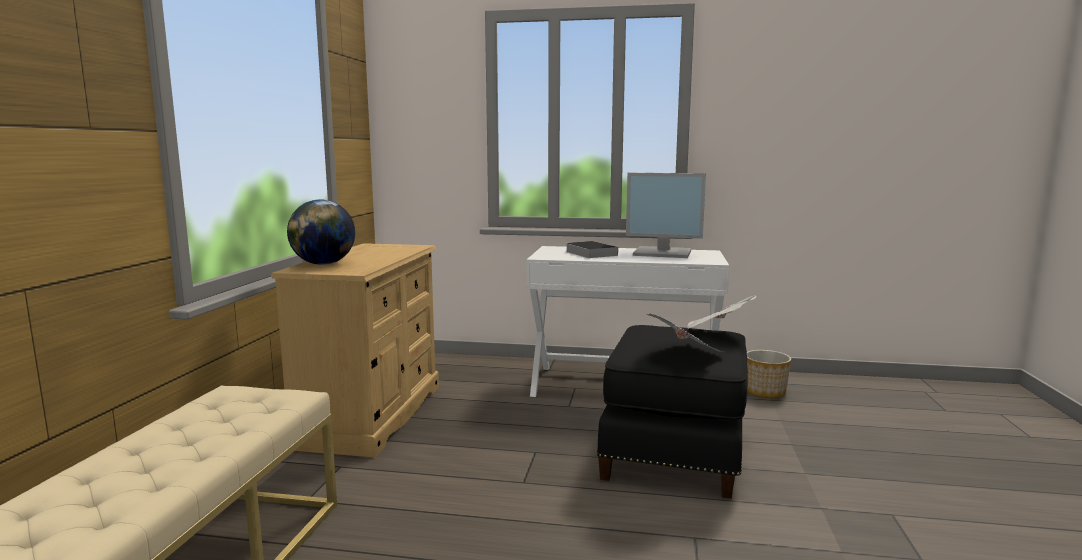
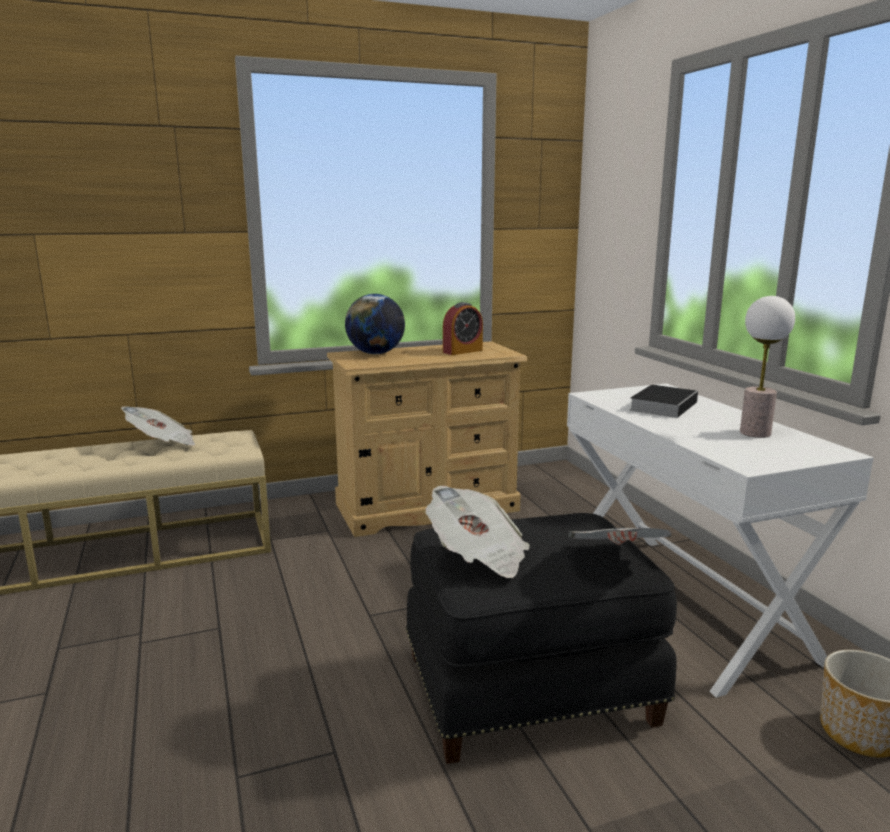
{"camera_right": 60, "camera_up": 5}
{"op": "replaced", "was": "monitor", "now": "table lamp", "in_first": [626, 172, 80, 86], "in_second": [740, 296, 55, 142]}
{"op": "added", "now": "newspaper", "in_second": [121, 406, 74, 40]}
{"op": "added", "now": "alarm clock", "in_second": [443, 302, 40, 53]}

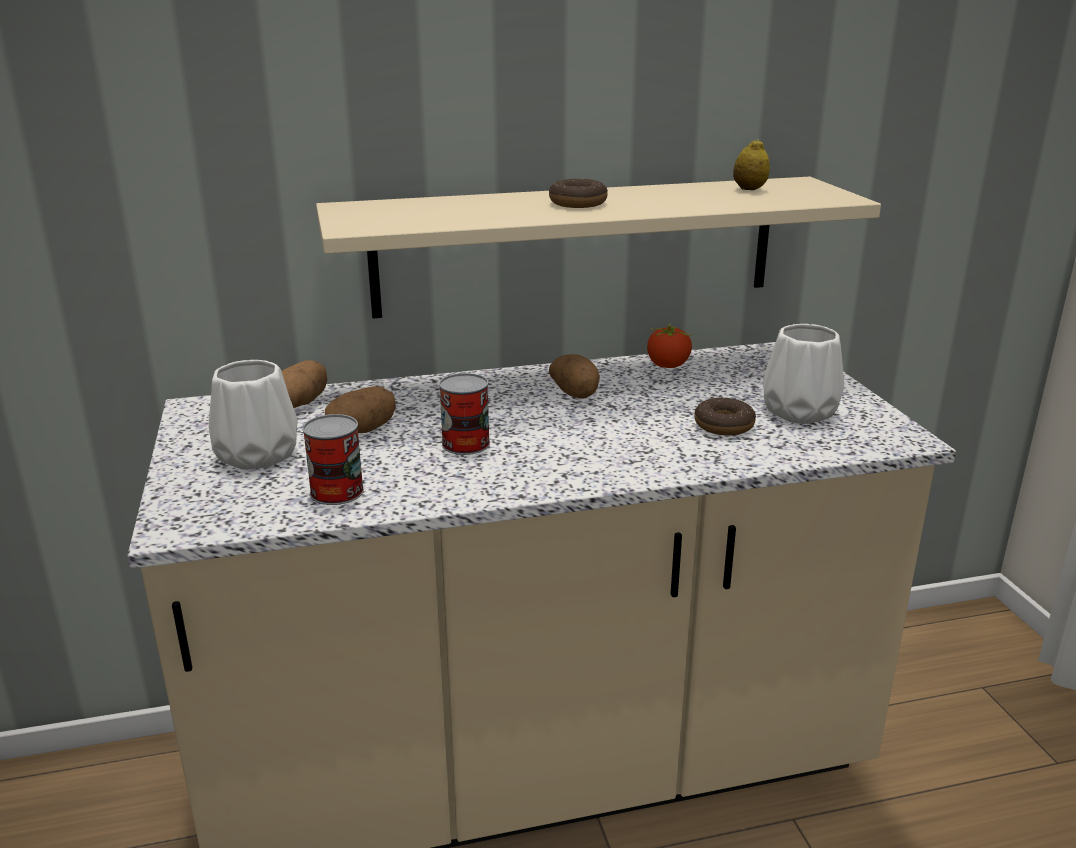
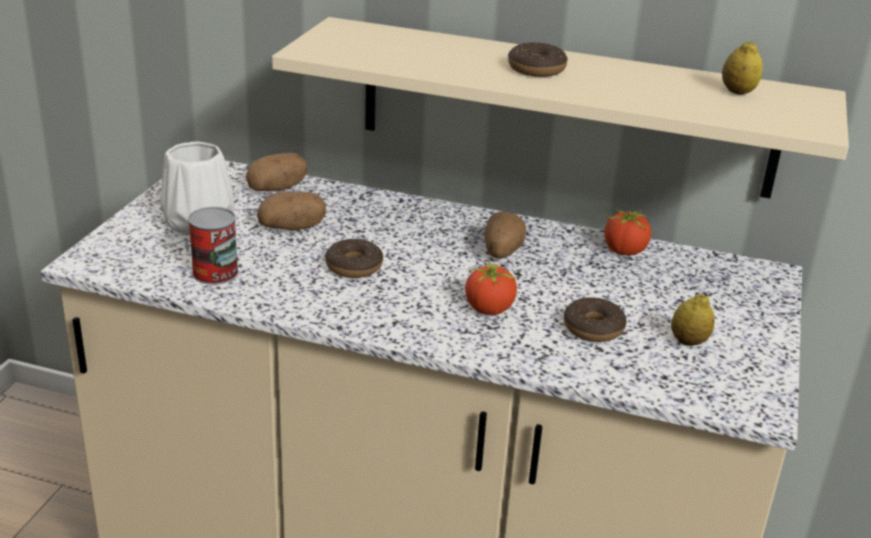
{"camera_right": 30, "camera_up": 5}
{"op": "replaced", "was": "can", "now": "donut", "in_first": [439, 373, 51, 82], "in_second": [325, 238, 58, 40]}
{"op": "replaced", "was": "vase (white)", "now": "lemon", "in_first": [763, 324, 81, 100], "in_second": [671, 293, 43, 53]}
{"op": "added", "now": "tomato", "in_second": [465, 259, 54, 56]}

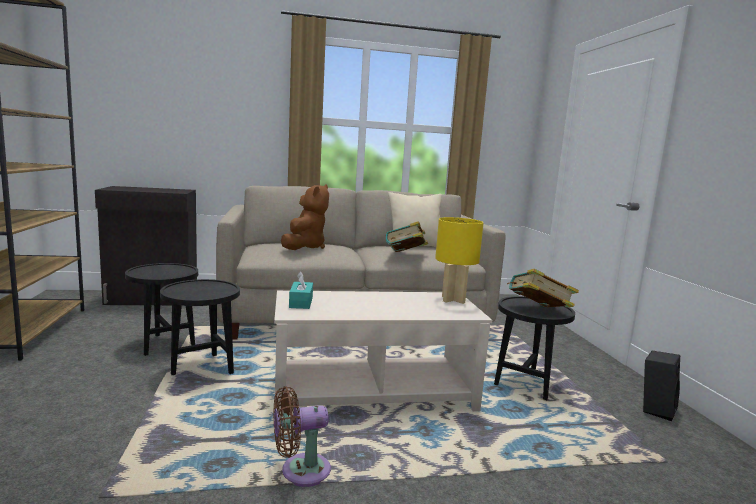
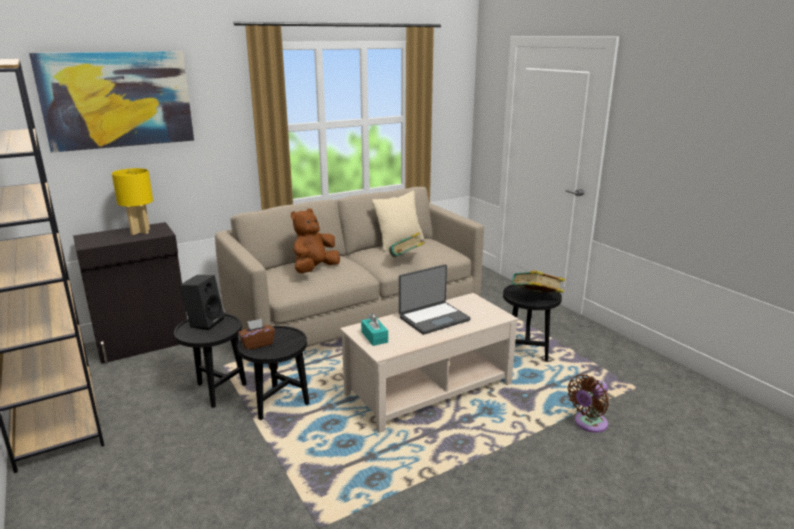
{"camera_right": -20, "camera_up": 10}
{"op": "moved", "was": "fan (brown)", "in_first": [273, 386, 58, 101], "in_second": [568, 375, 41, 58]}
{"op": "turned", "was": "plush toy (brown)", "in_first": [281, 184, 48, 66], "in_second": [291, 208, 49, 65], "clockwise": -135}
{"op": "moved", "was": "table lamp (yellow)", "in_first": [435, 217, 49, 87], "in_second": [112, 168, 41, 67]}
{"op": "moved", "was": "speaker (black)", "in_first": [643, 351, 37, 70], "in_second": [180, 275, 44, 55]}
{"op": "added", "now": "picture", "in_second": [29, 51, 165, 101]}
{"op": "added", "now": "tissue box (brown)", "in_second": [238, 319, 37, 31]}
{"op": "added", "now": "laptop", "in_second": [399, 264, 72, 71]}

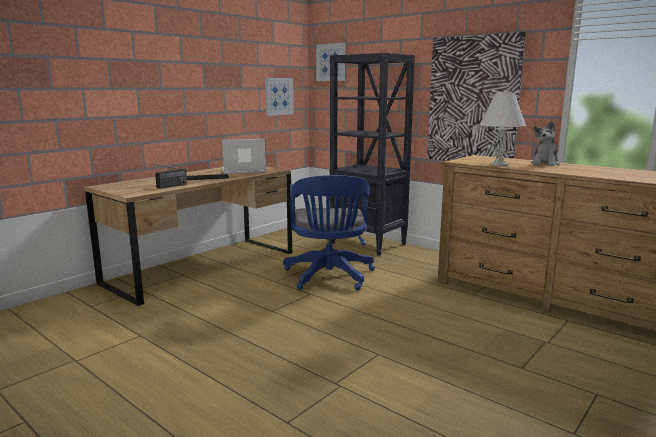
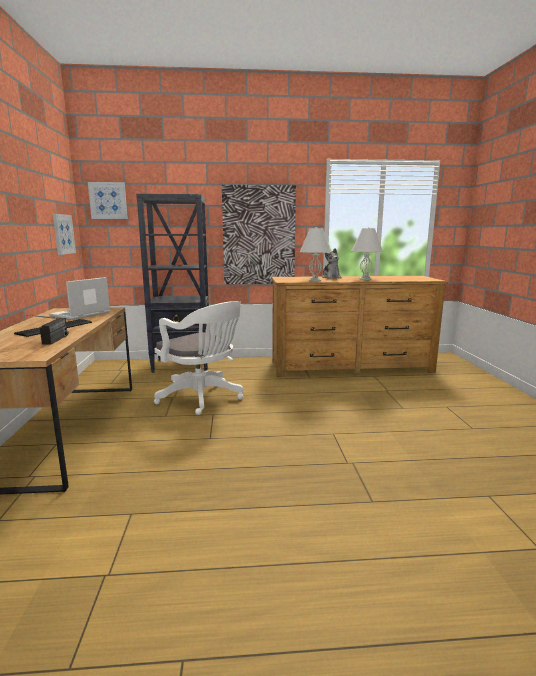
{"camera_right": -45, "camera_up": 0}
{"op": "recoloured", "was": "office chair (blue)", "now": "office chair (white)", "in_first": [283, 175, 92, 115], "in_second": [154, 301, 89, 114]}
{"op": "added", "now": "table lamp (white)", "in_second": [352, 227, 31, 53]}

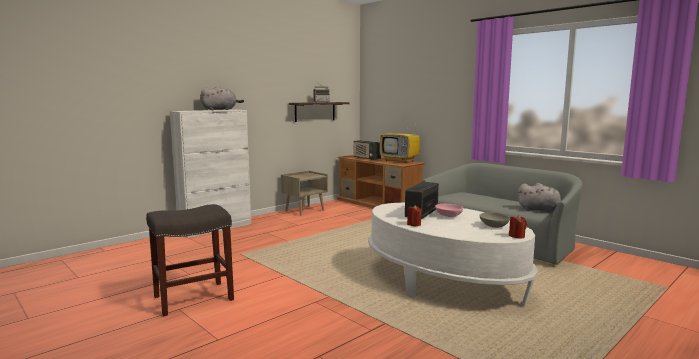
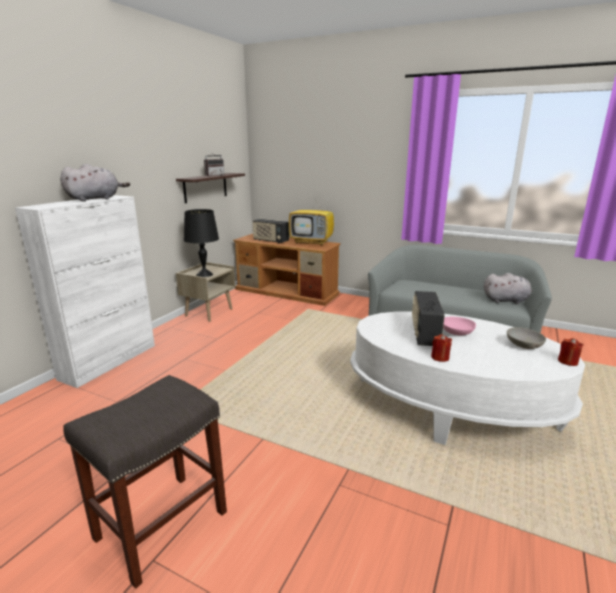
{"camera_right": -20, "camera_up": 10}
{"op": "added", "now": "table lamp (black)", "in_second": [184, 209, 35, 68]}

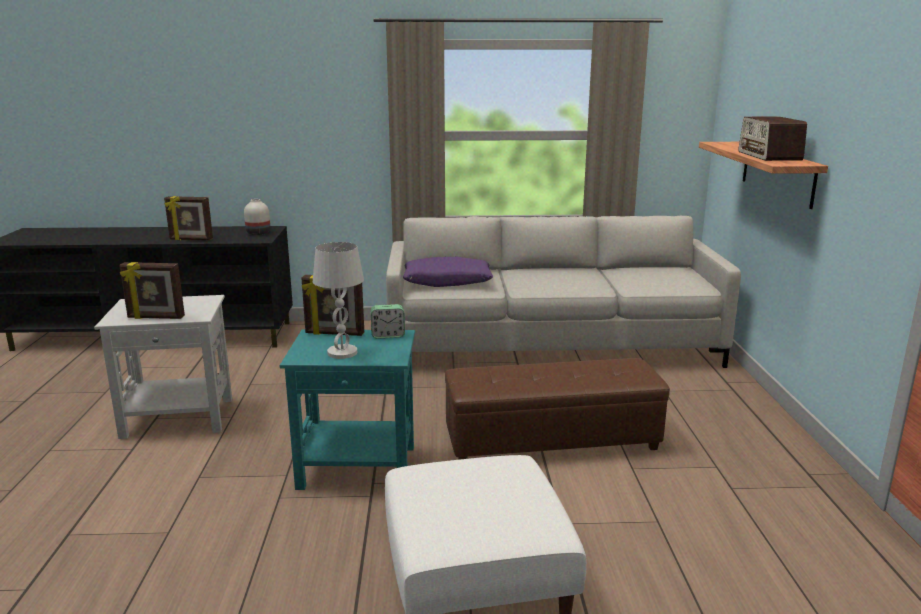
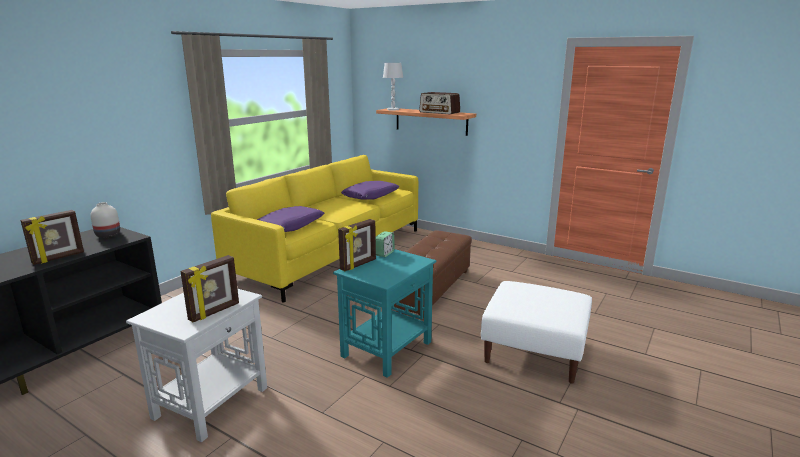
{"camera_right": -55, "camera_up": 0}
{"op": "moved", "was": "table lamp (white)", "in_first": [313, 242, 51, 117], "in_second": [383, 63, 20, 47]}
{"op": "recoloured", "was": "sofa (grey)", "now": "sofa (yellow)", "in_first": [386, 216, 355, 152], "in_second": [211, 155, 207, 148]}
{"op": "added", "now": "pillow (purple)", "in_second": [341, 181, 58, 19]}

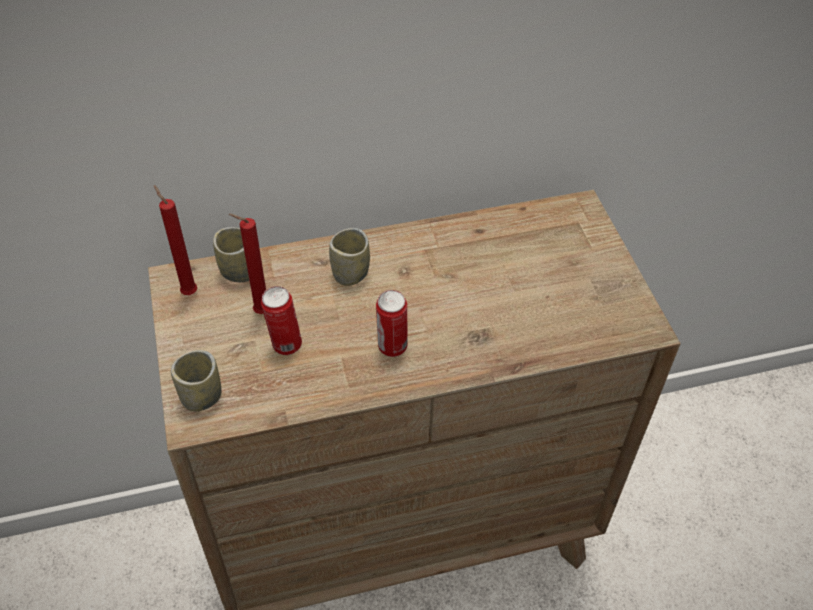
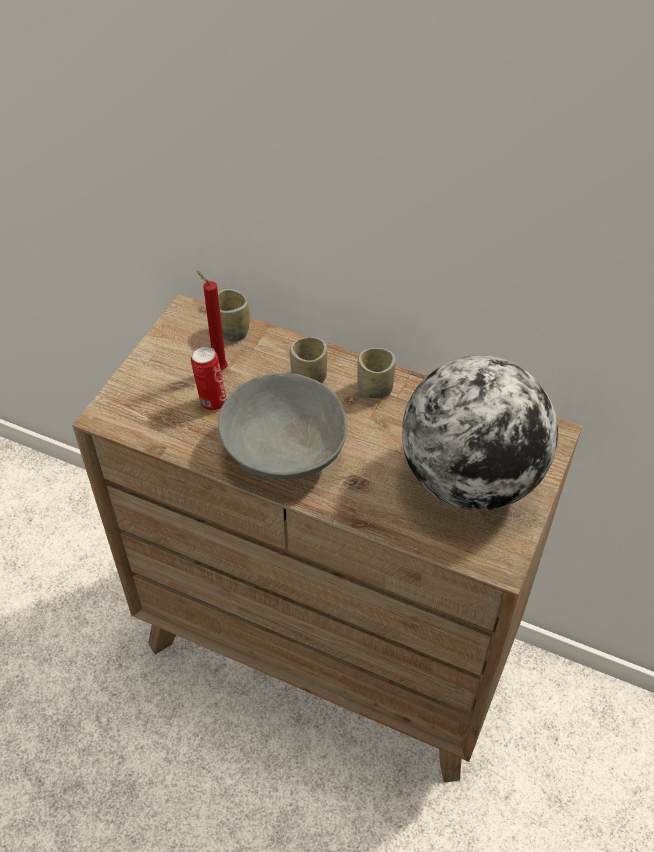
{"camera_right": 40, "camera_up": 0}
{"op": "removed", "was": "candle (red)", "in_first": [154, 185, 43, 110]}
{"op": "moved", "was": "cup", "in_first": [171, 350, 50, 61], "in_second": [358, 348, 38, 51]}
{"op": "replaced", "was": "can", "now": "bowl (grey)", "in_first": [376, 290, 32, 67], "in_second": [218, 373, 129, 106]}
{"op": "added", "now": "globe", "in_second": [402, 355, 156, 156]}

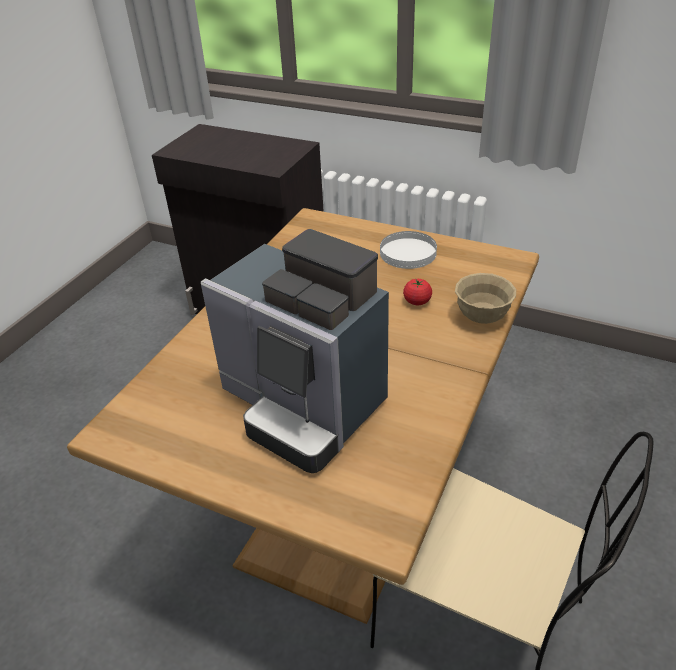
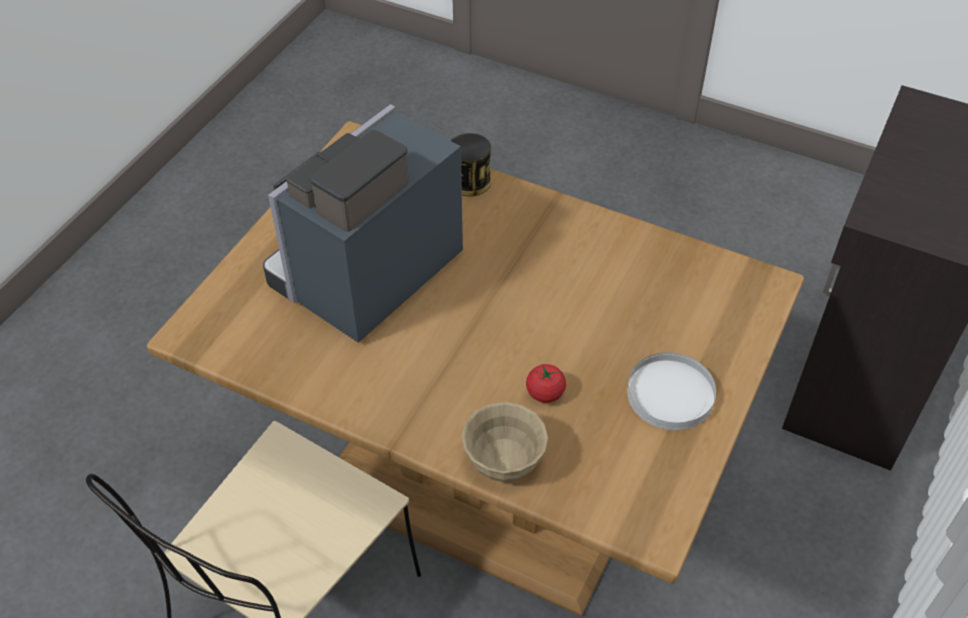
{"camera_right": 90, "camera_up": 10}
{"op": "added", "now": "can", "in_second": [451, 133, 40, 63]}

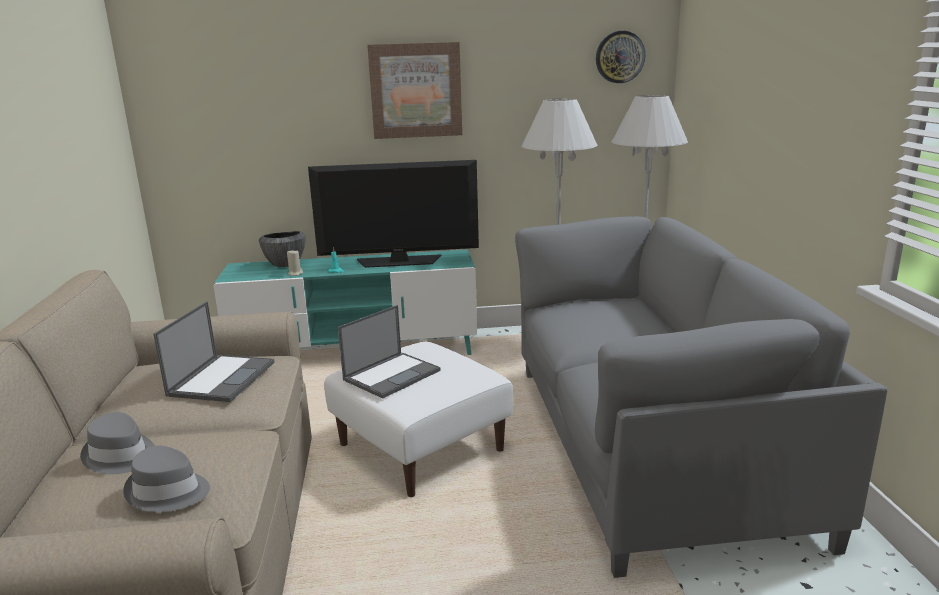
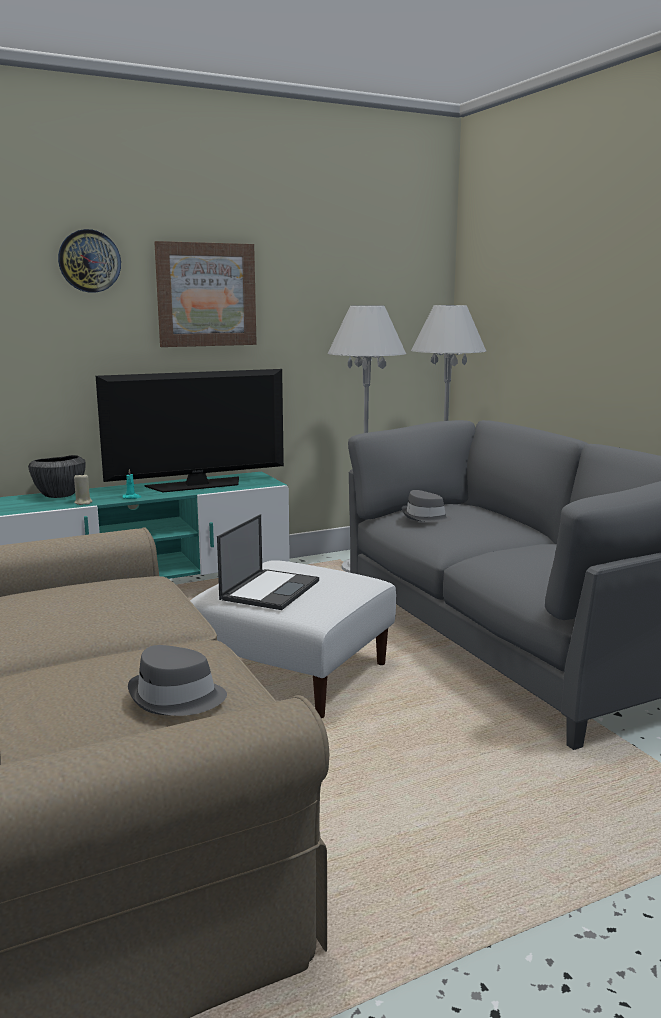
{"camera_right": -20, "camera_up": -5}
{"op": "moved", "was": "hat (grey)", "in_first": [80, 412, 75, 62], "in_second": [402, 490, 50, 33]}
{"op": "removed", "was": "laptop", "in_first": [154, 301, 120, 101]}
{"op": "moved", "was": "wall clock", "in_first": [596, 31, 49, 52], "in_second": [58, 229, 63, 64]}

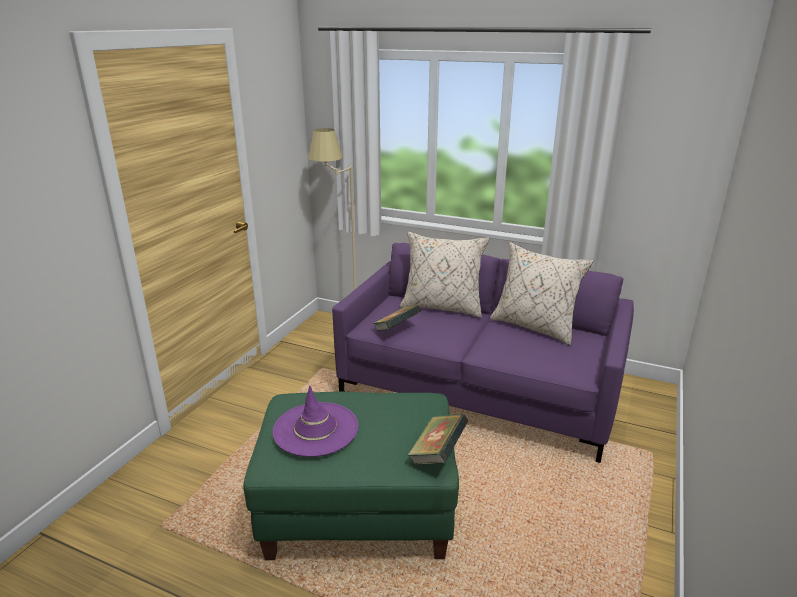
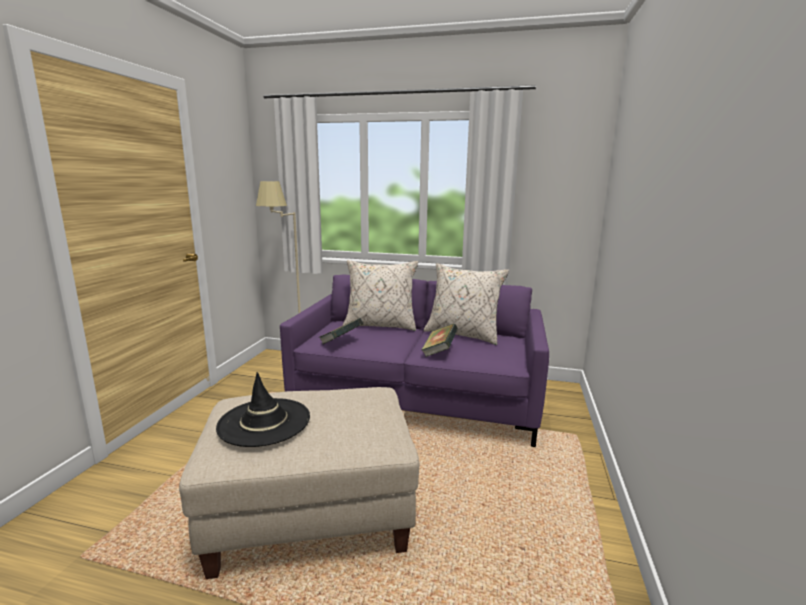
{"camera_right": -10, "camera_up": -10}
{"op": "recoloured", "was": "ottoman (green)", "now": "ottoman (beige)", "in_first": [243, 391, 216, 169], "in_second": [179, 387, 240, 192]}
{"op": "recoloured", "was": "hat (purple)", "now": "hat (black)", "in_first": [273, 386, 85, 71], "in_second": [216, 372, 94, 75]}
{"op": "moved", "was": "book", "in_first": [407, 414, 62, 51], "in_second": [421, 324, 37, 33]}

